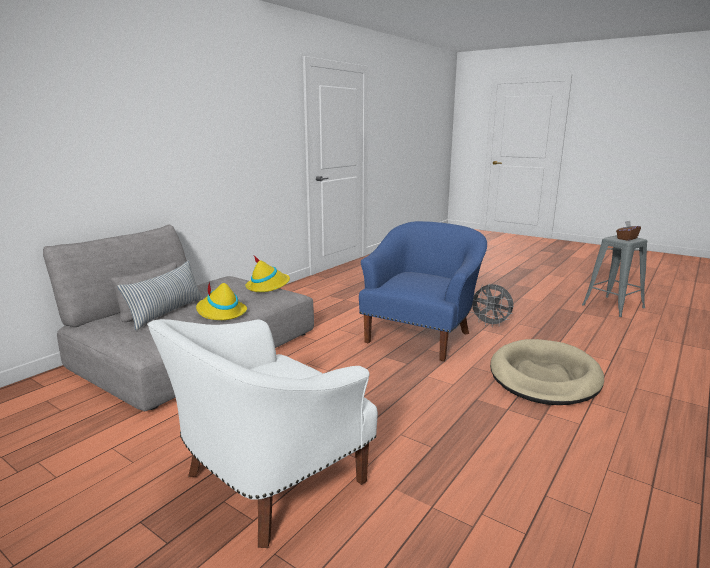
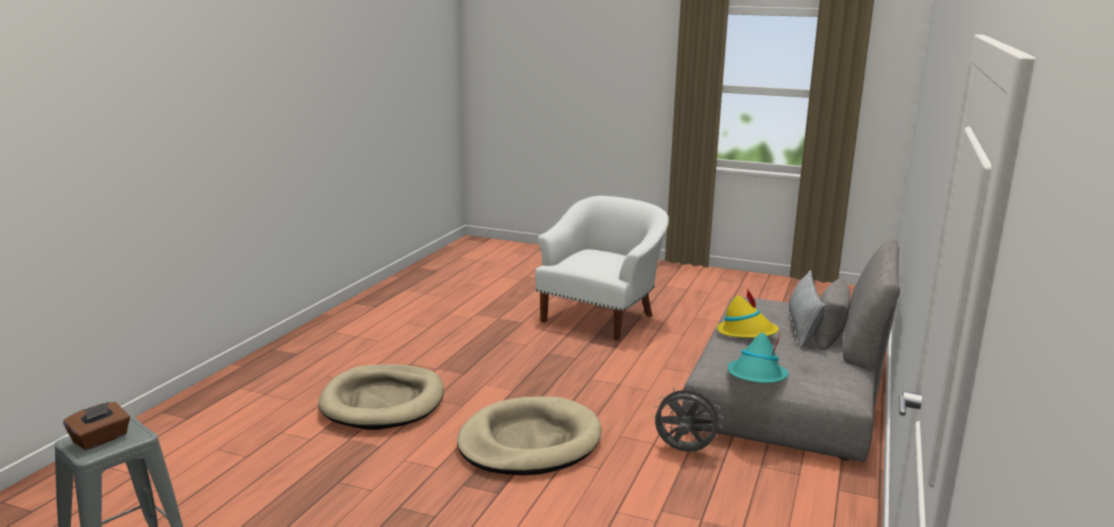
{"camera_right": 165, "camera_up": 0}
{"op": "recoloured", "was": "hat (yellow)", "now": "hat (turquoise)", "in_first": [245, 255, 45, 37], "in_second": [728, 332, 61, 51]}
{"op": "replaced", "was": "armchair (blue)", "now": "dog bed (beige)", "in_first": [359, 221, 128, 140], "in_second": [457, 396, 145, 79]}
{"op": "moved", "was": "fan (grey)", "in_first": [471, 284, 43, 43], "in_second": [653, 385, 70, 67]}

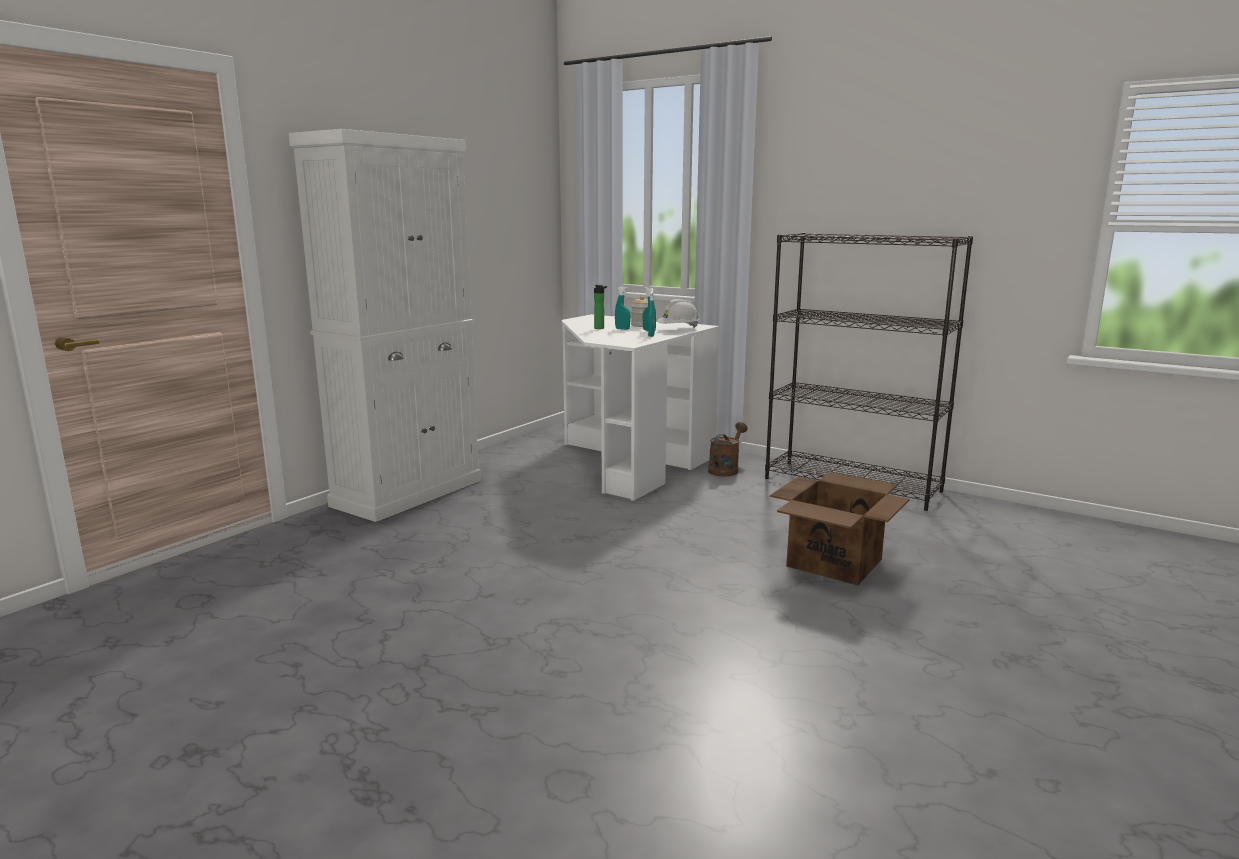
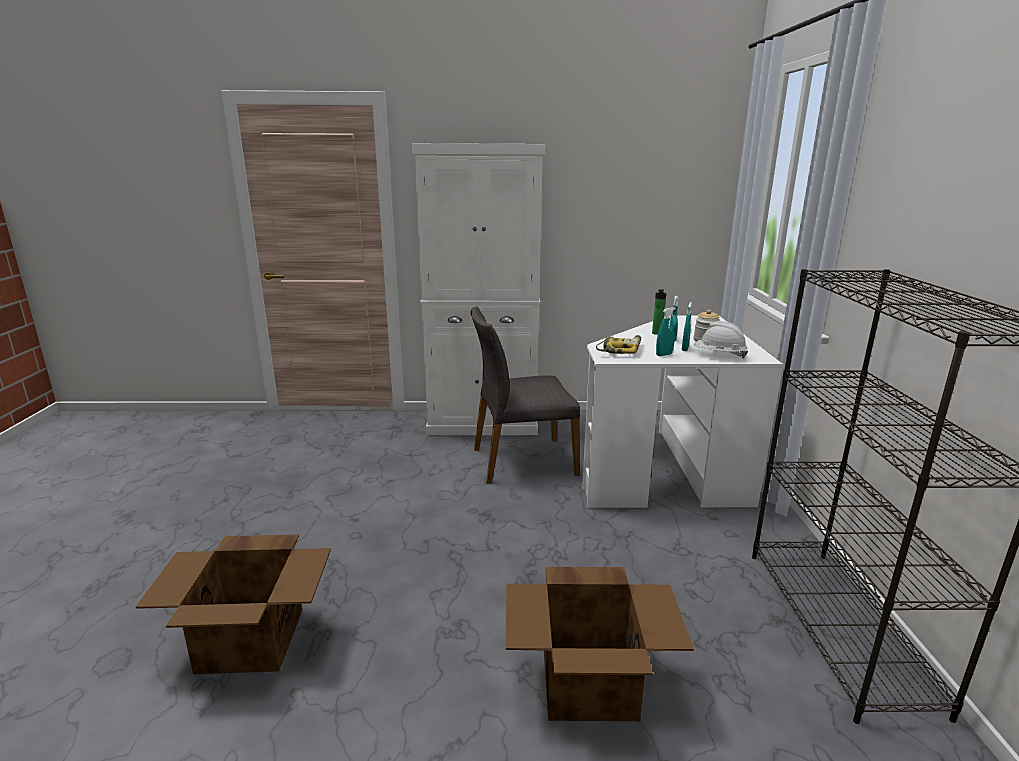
{"camera_right": 55, "camera_up": 5}
{"op": "removed", "was": "watering can (brown)", "in_first": [708, 422, 40, 54]}
{"op": "added", "now": "cardboard box", "in_second": [136, 534, 195, 140]}
{"op": "added", "now": "chair (grey)", "in_second": [471, 306, 109, 178]}
{"op": "added", "now": "power drill", "in_second": [596, 335, 45, 19]}

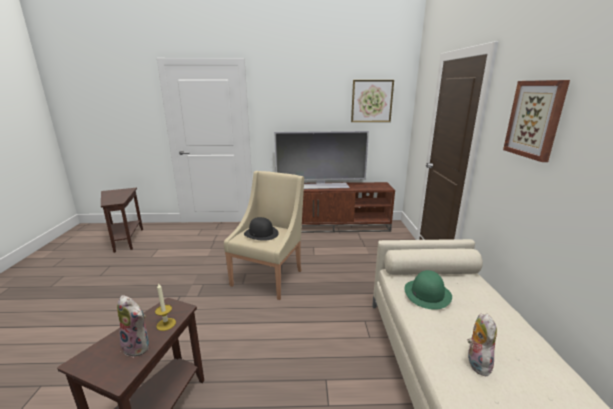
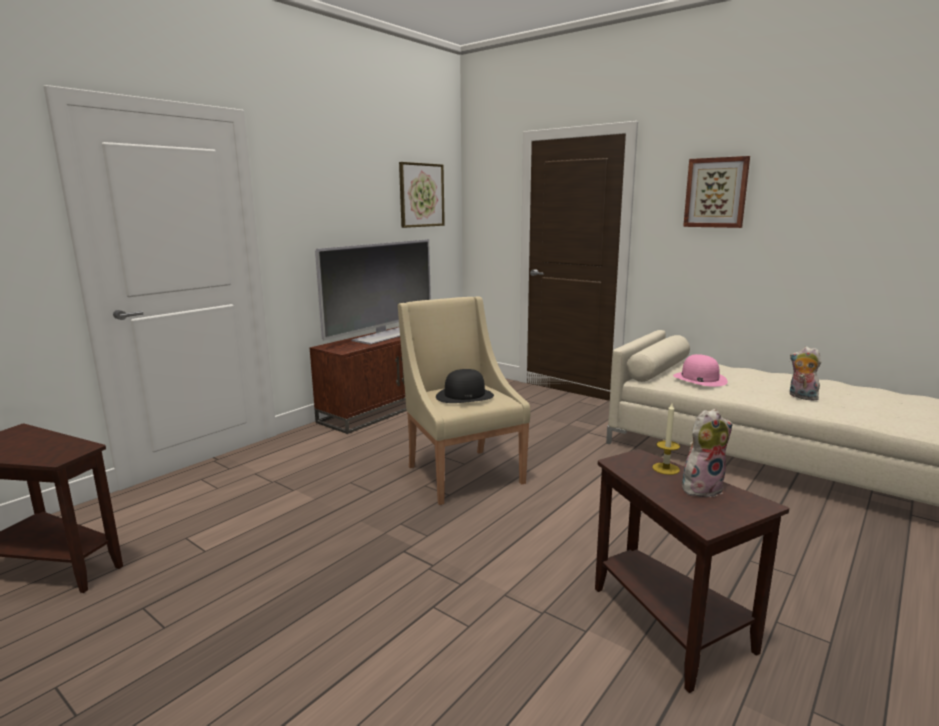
{"camera_right": -50, "camera_up": -5}
{"op": "recoloured", "was": "hat (green)", "now": "hat (pink)", "in_first": [404, 270, 48, 40], "in_second": [673, 354, 55, 33]}

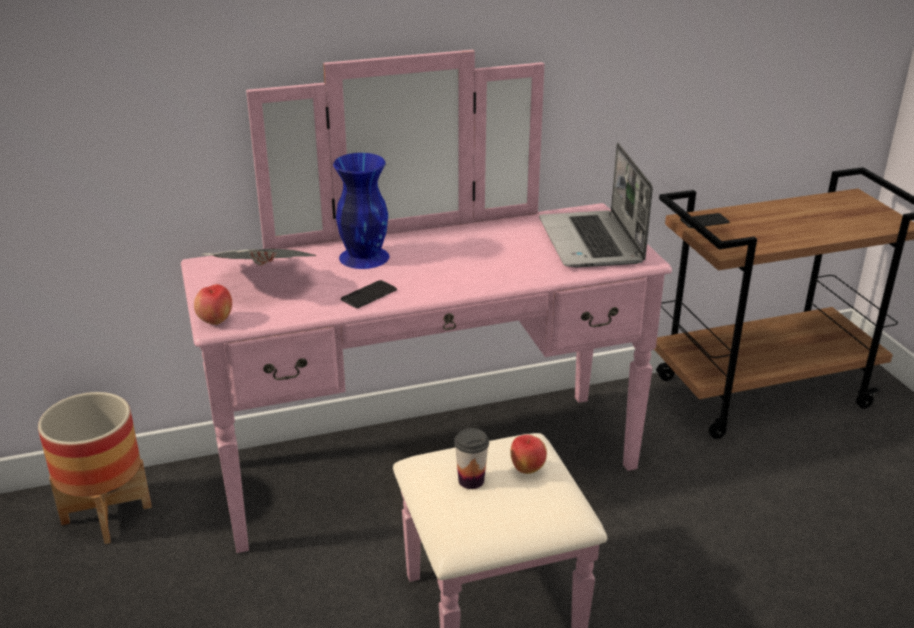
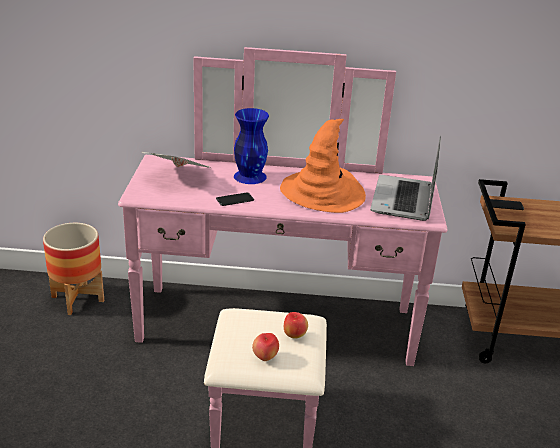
{"camera_right": 20, "camera_up": 0}
{"op": "moved", "was": "apple", "in_first": [194, 284, 38, 41], "in_second": [252, 333, 27, 28]}
{"op": "removed", "was": "cup", "in_first": [454, 428, 35, 61]}
{"op": "added", "now": "hat (orange)", "in_second": [280, 119, 86, 94]}

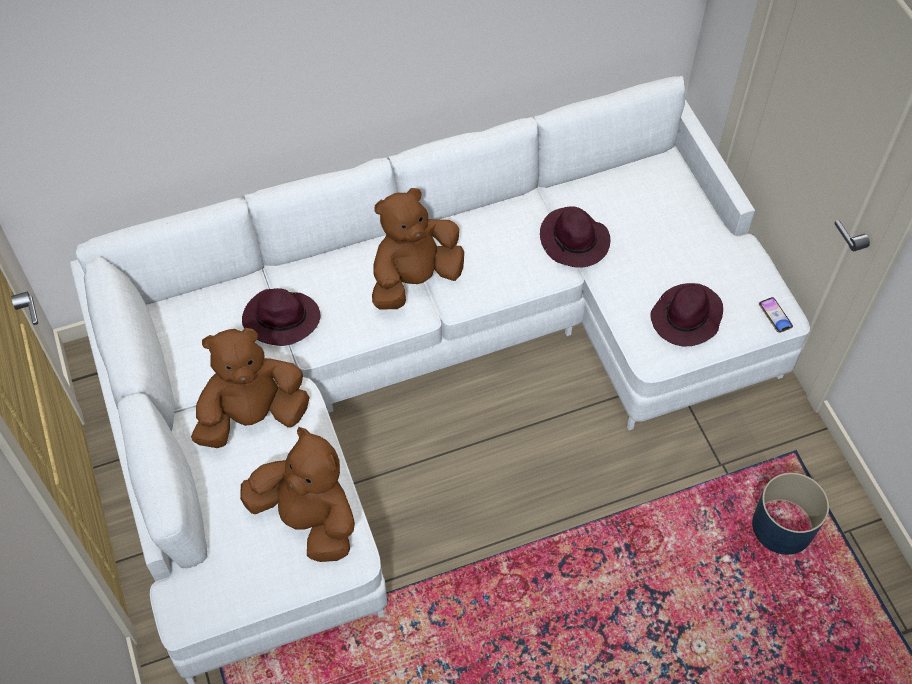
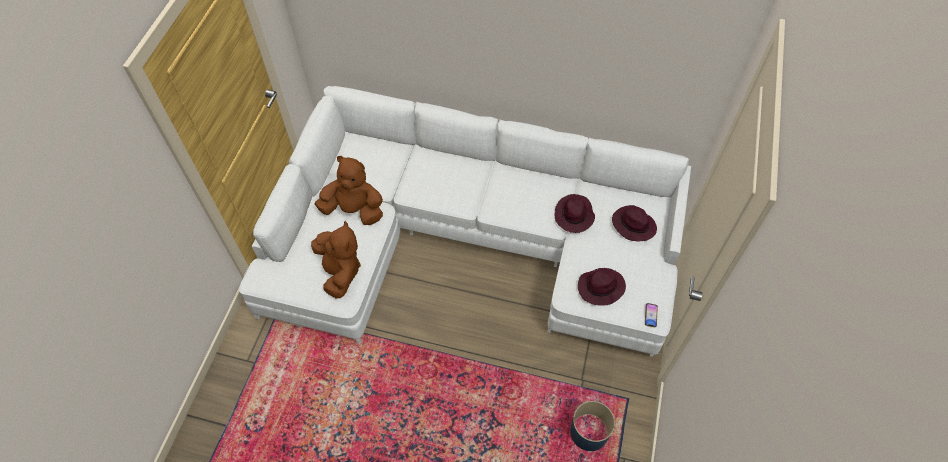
{"camera_right": 35, "camera_up": 0}
{"op": "moved", "was": "hat (purple)", "in_first": [242, 288, 78, 58], "in_second": [612, 205, 45, 36]}
{"op": "removed", "was": "plush toy (brown)", "in_first": [372, 188, 92, 122]}

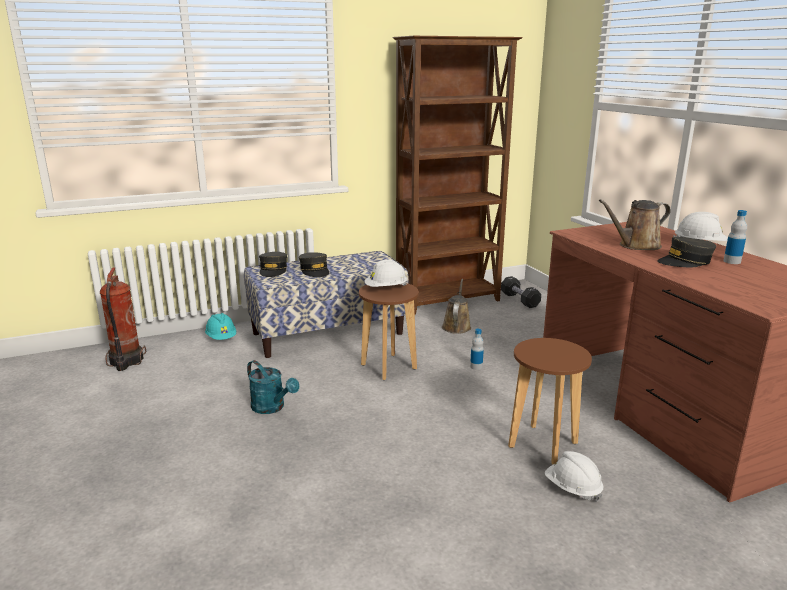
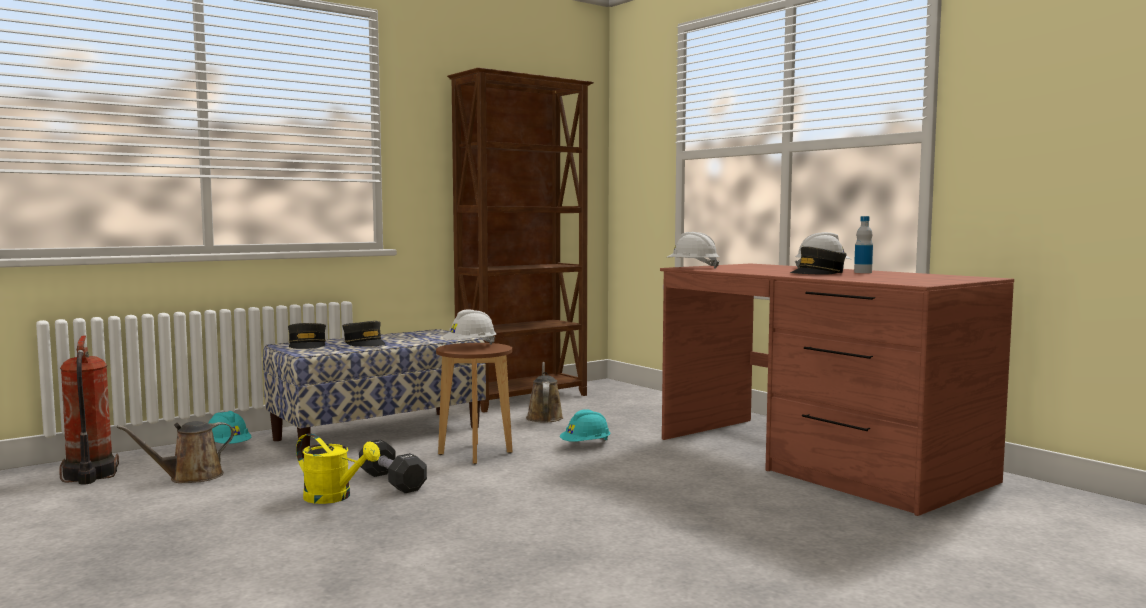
{"camera_right": -15, "camera_up": -15}
{"op": "recoloured", "was": "watering can (turquoise)", "now": "watering can (yellow)", "in_first": [247, 360, 52, 54], "in_second": [296, 433, 84, 71]}
{"op": "replaced", "was": "bottle", "now": "hard hat (turquoise)", "in_first": [470, 329, 14, 41], "in_second": [560, 409, 50, 33]}
{"op": "moved", "was": "dumbbell (black)", "in_first": [501, 276, 40, 32], "in_second": [359, 440, 68, 53]}
{"op": "removed", "was": "stool (brown)", "in_first": [508, 338, 84, 127]}
{"op": "moved", "was": "hard hat (white)", "in_first": [545, 451, 58, 51], "in_second": [667, 232, 53, 37]}
{"op": "moved", "was": "watering can (brown)", "in_first": [599, 200, 72, 50], "in_second": [116, 421, 118, 62]}

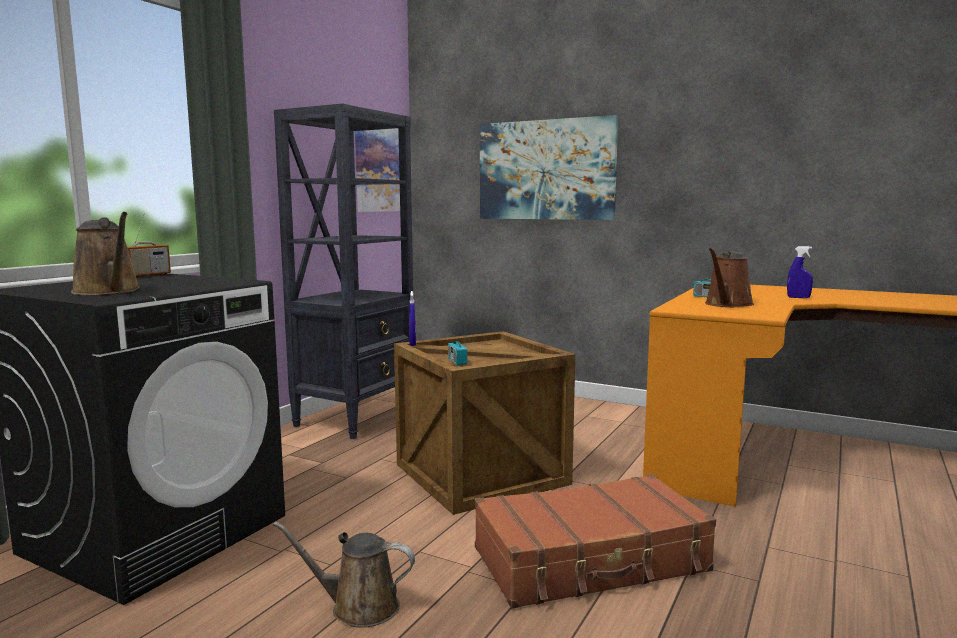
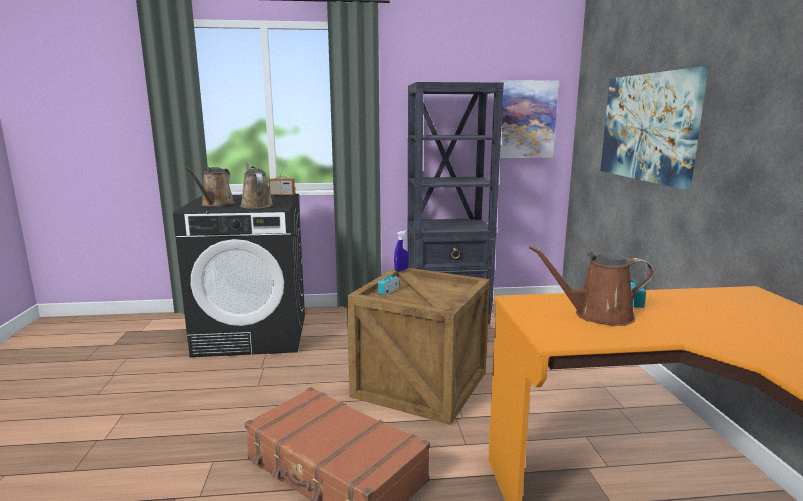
{"camera_right": 55, "camera_up": 5}
{"op": "moved", "was": "watering can (brown)", "in_first": [273, 521, 142, 107], "in_second": [240, 160, 33, 49]}
{"op": "removed", "was": "spray bottle (blue)", "in_first": [787, 246, 26, 52]}

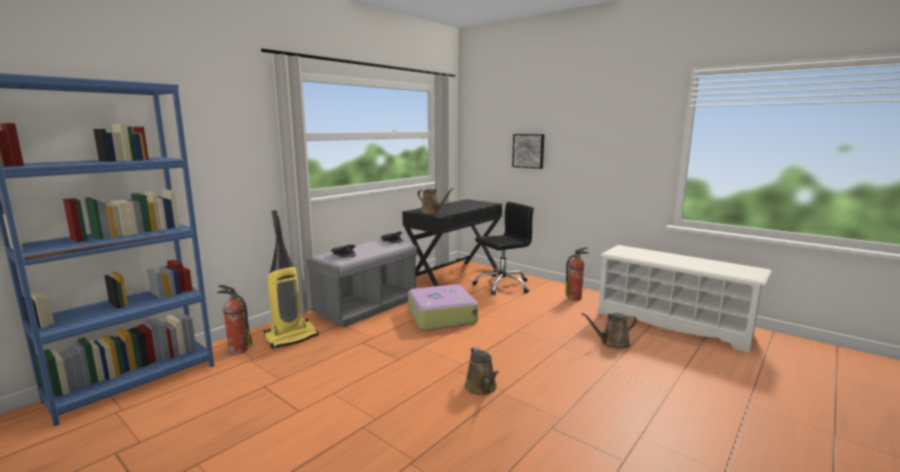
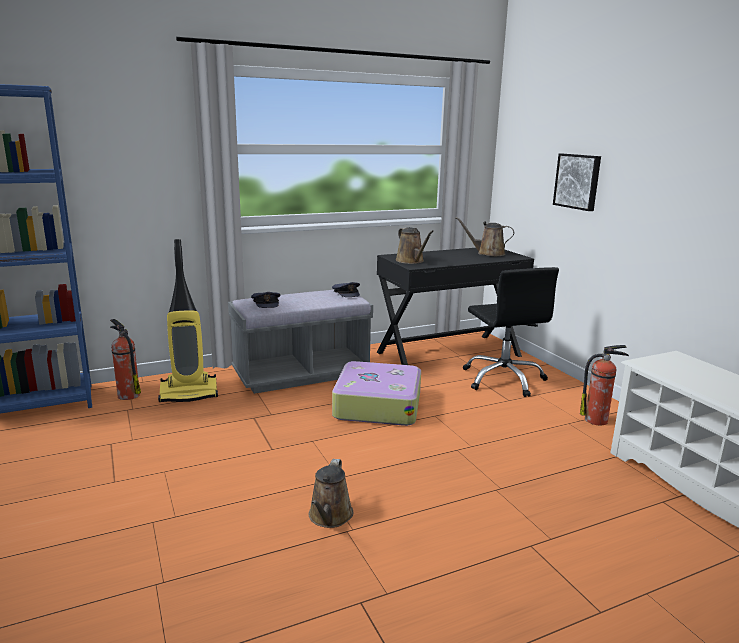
{"camera_right": 25, "camera_up": 5}
{"op": "turned", "was": "office chair (black)", "in_first": [473, 202, 61, 93], "in_second": [463, 267, 96, 130], "clockwise": 75}
{"op": "moved", "was": "watering can (brown)", "in_first": [582, 313, 55, 36], "in_second": [455, 217, 59, 39]}

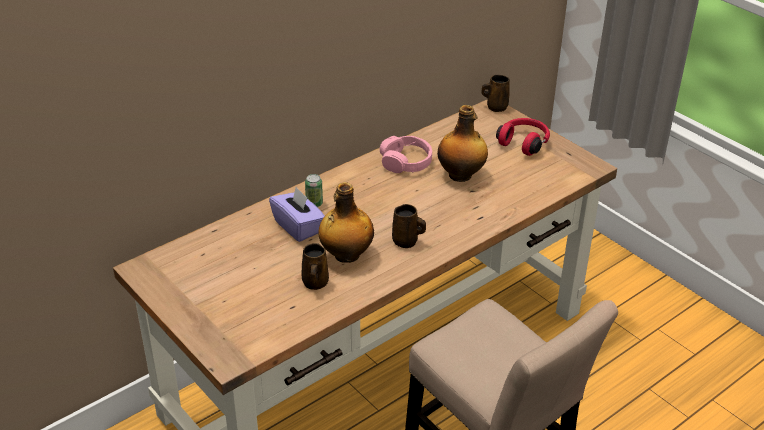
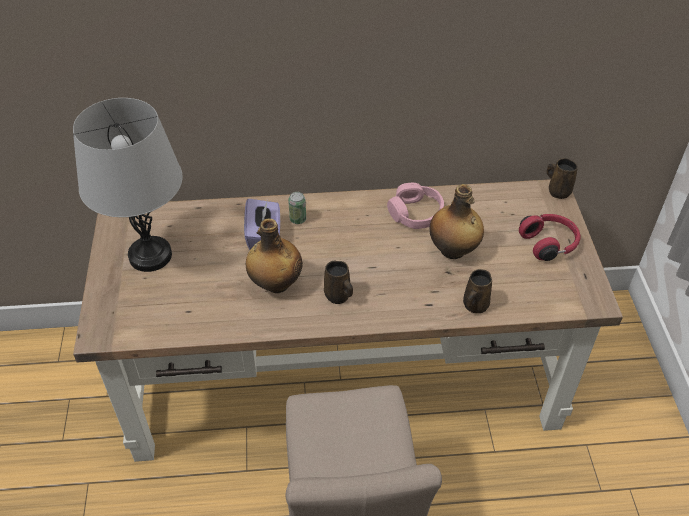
{"camera_right": 35, "camera_up": 10}
{"op": "moved", "was": "mug (brown)", "in_first": [301, 243, 28, 47], "in_second": [463, 269, 29, 44]}
{"op": "added", "now": "table lamp (grey)", "in_second": [73, 98, 110, 174]}

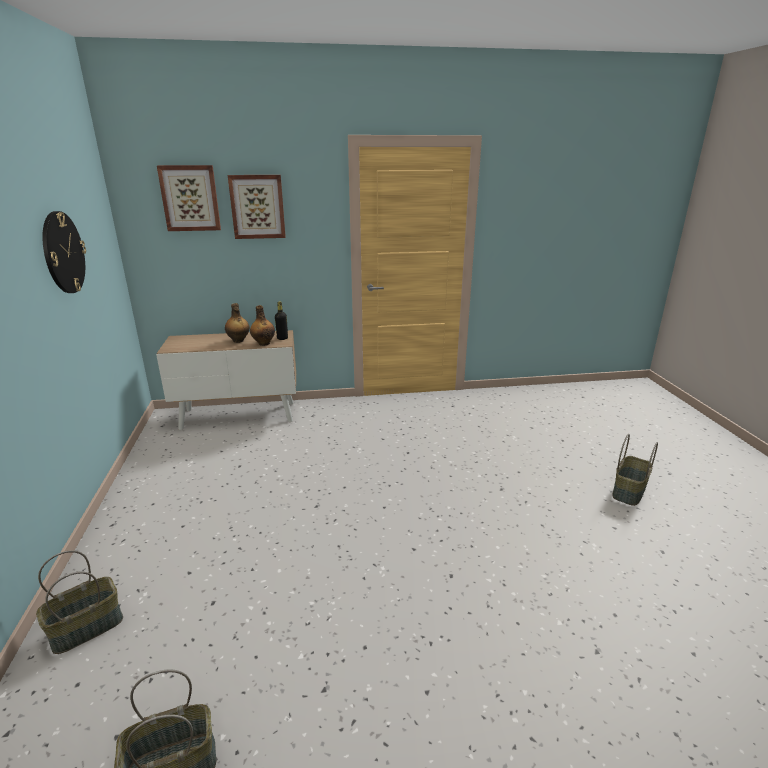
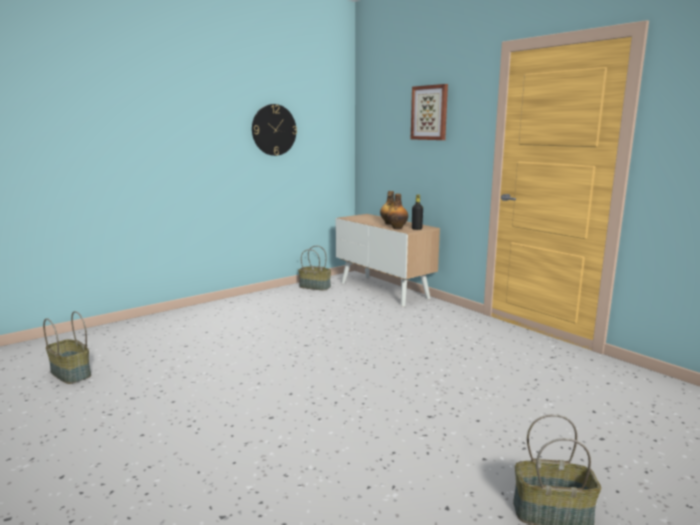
{"camera_right": 60, "camera_up": -10}
{"op": "moved", "was": "basket", "in_first": [36, 550, 87, 104], "in_second": [298, 246, 33, 44]}
{"op": "removed", "was": "picture", "in_first": [157, 165, 64, 66]}

